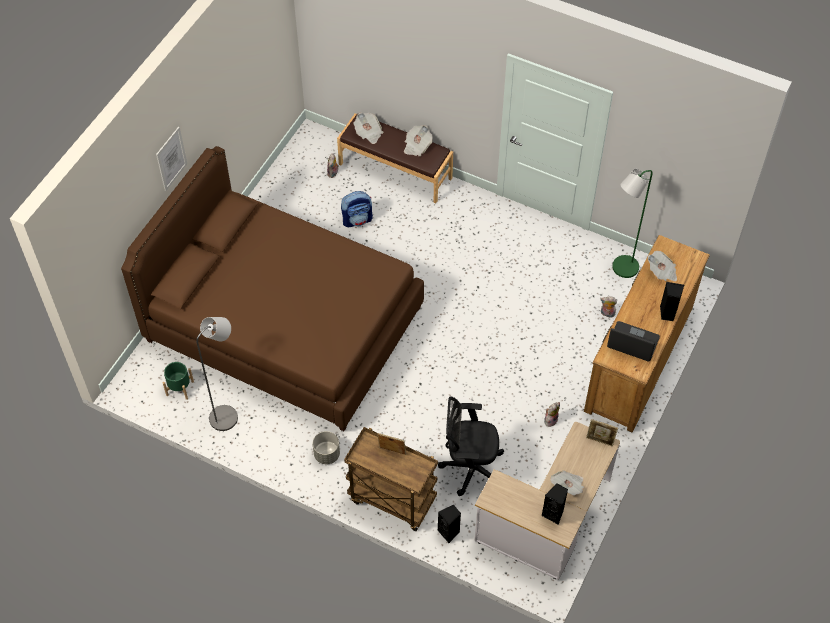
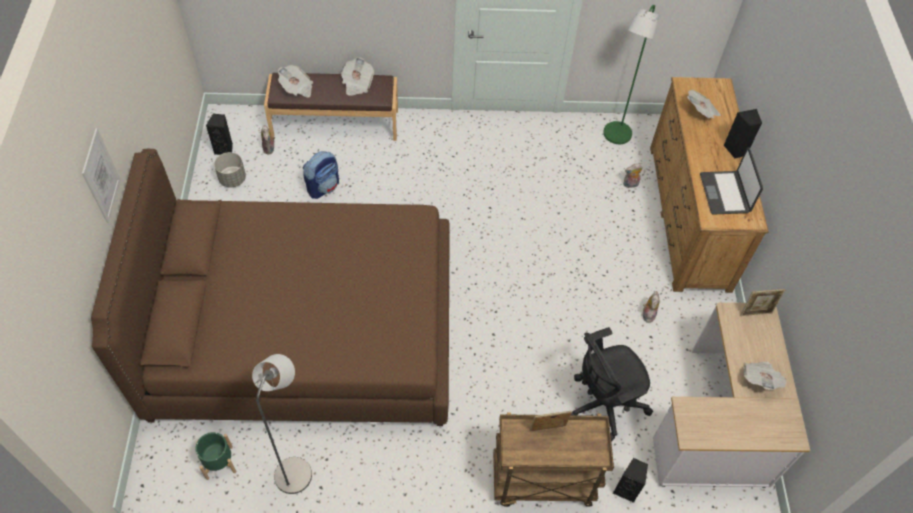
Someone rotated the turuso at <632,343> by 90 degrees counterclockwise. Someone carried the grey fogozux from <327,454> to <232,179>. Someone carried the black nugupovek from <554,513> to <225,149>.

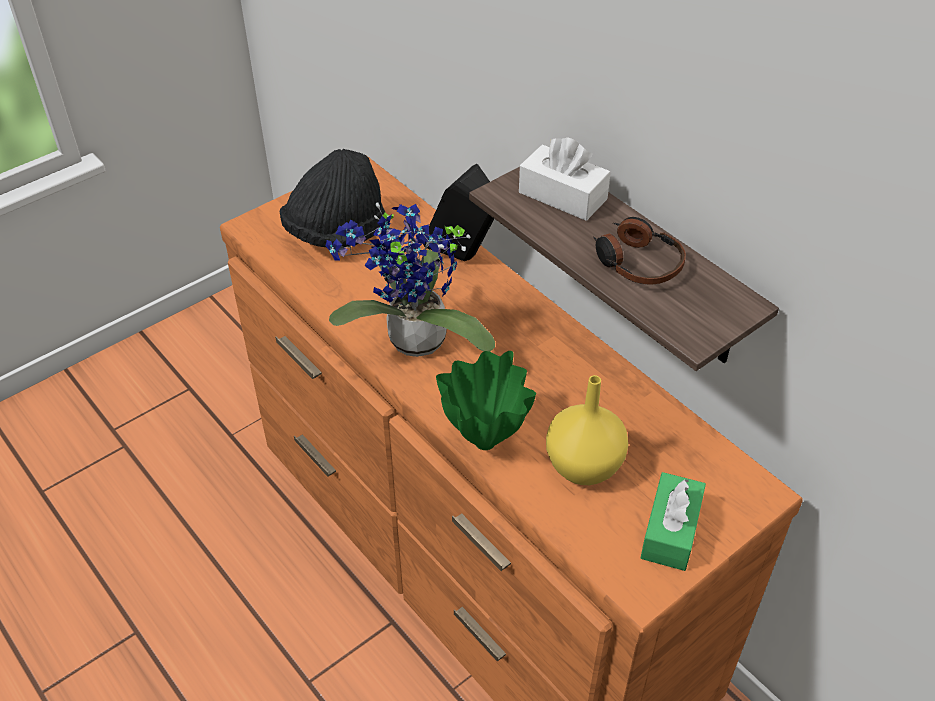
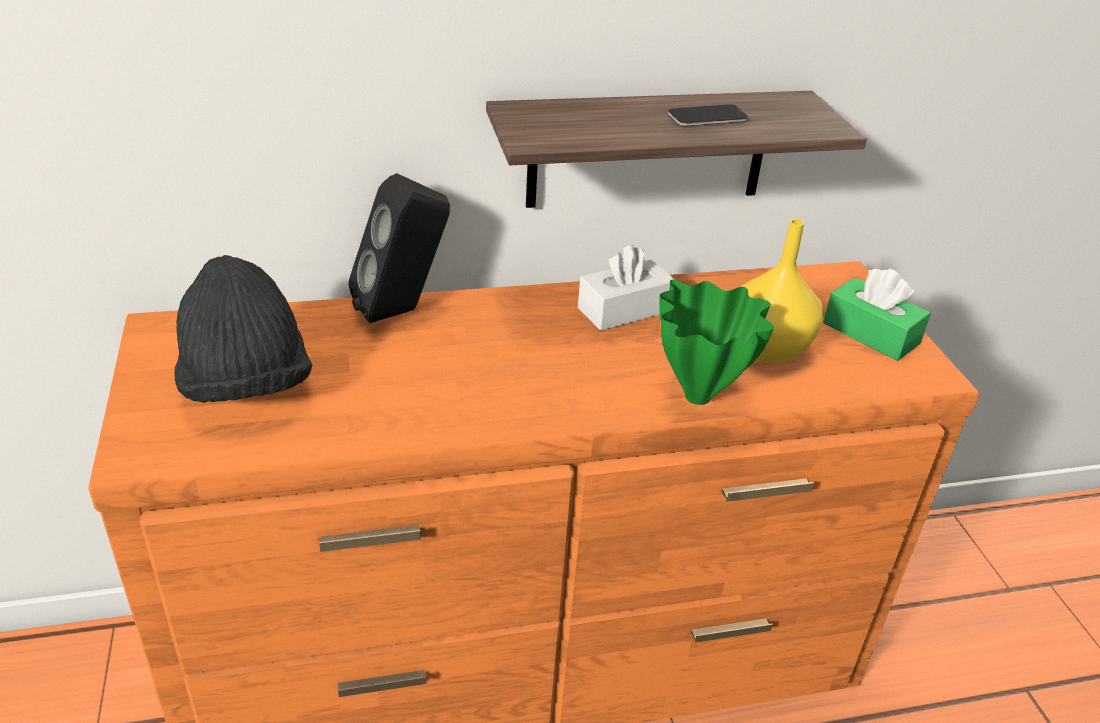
Someone carried the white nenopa from <562,196> to <624,309>. Someone took away the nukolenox at <412,344>. Someone swapped the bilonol at <637,262> for the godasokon at <707,117>.

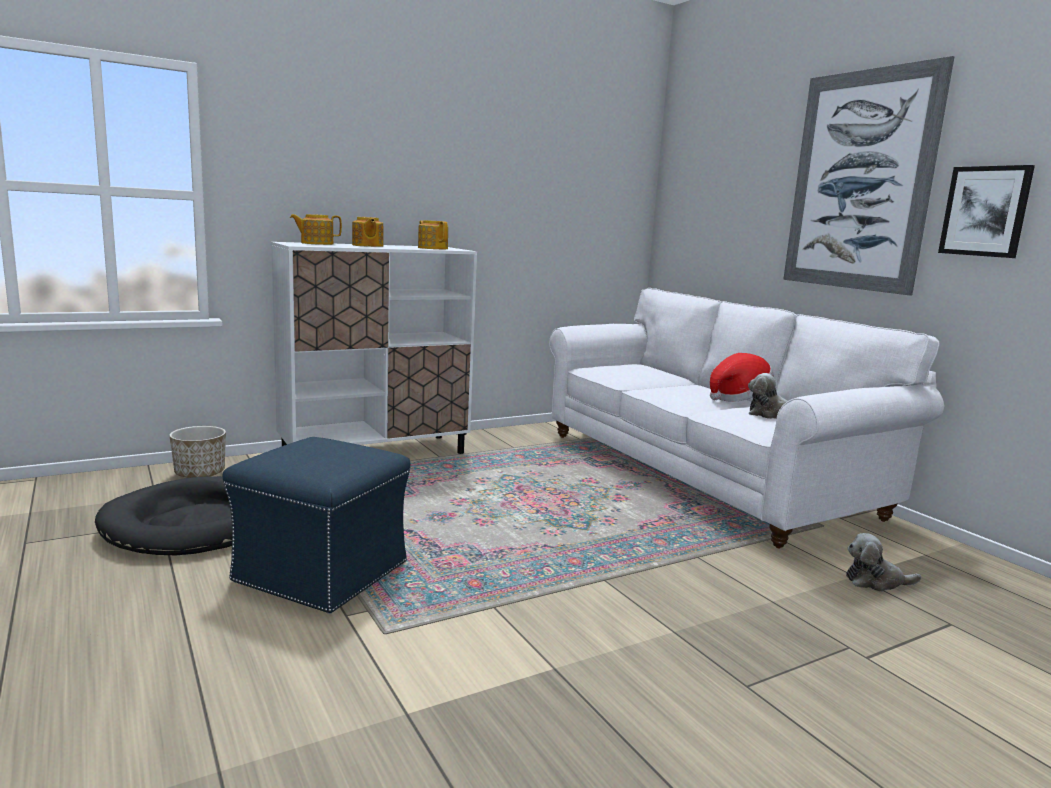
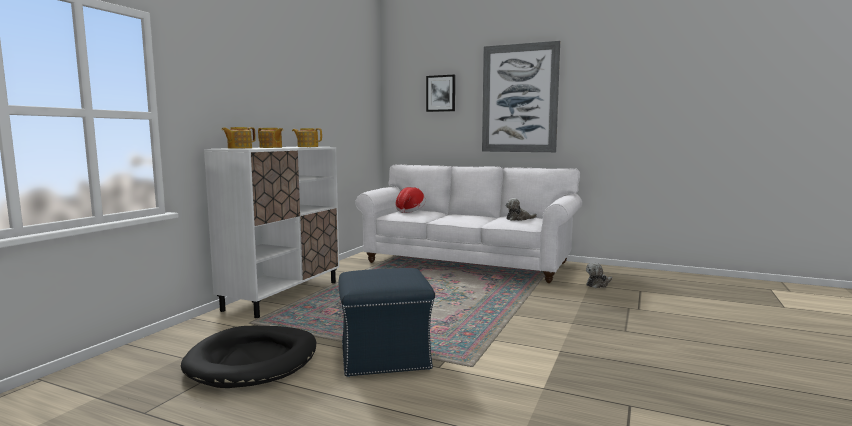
Someone carried the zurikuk from <985,211> to <441,93>. Someone carried the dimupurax from <738,398> to <409,211>. Someone took away the fogozux at <200,473>.

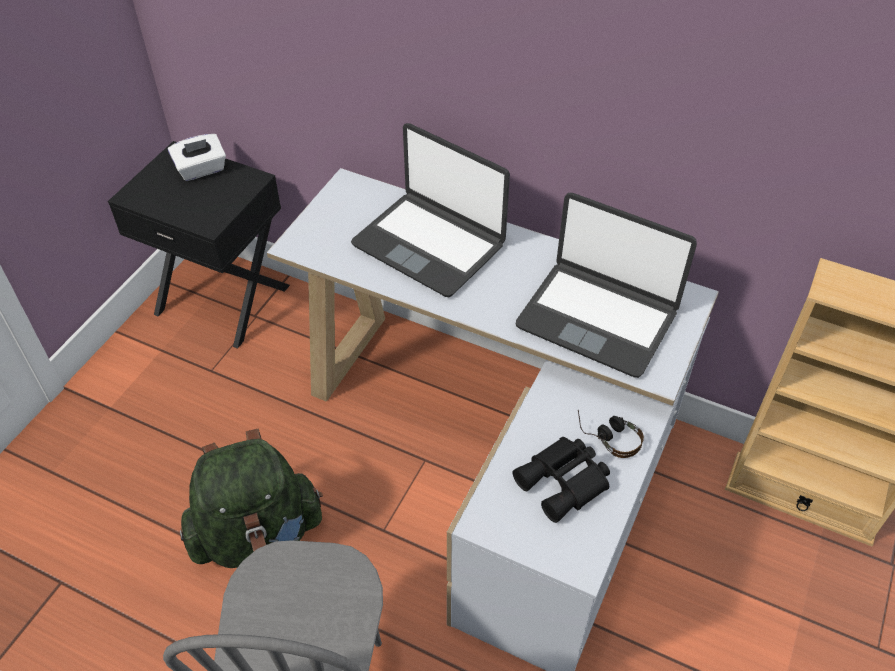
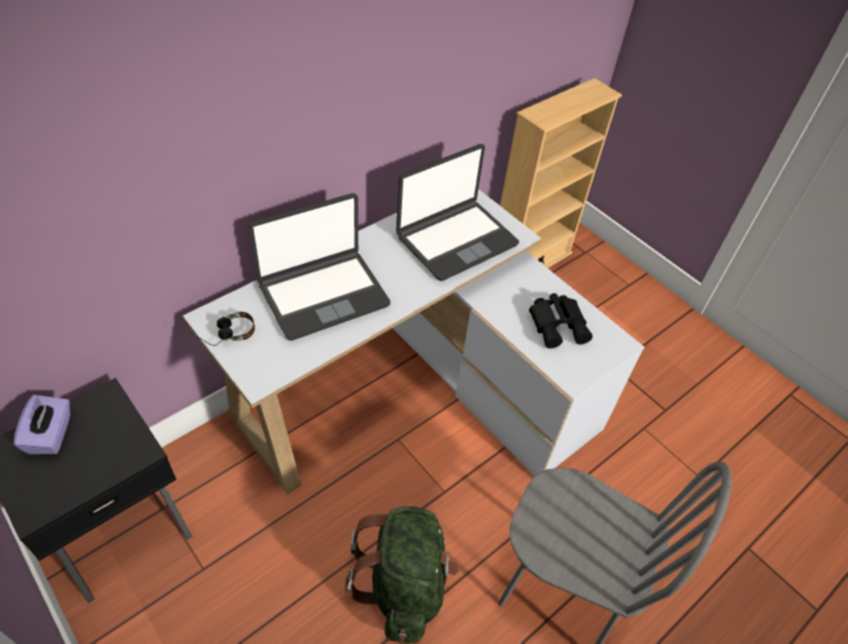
Someone repainted the white nenopa at <201,170>, which became the purple nenopa at <51,435>. Someone carried the bilonol from <608,435> to <227,334>.

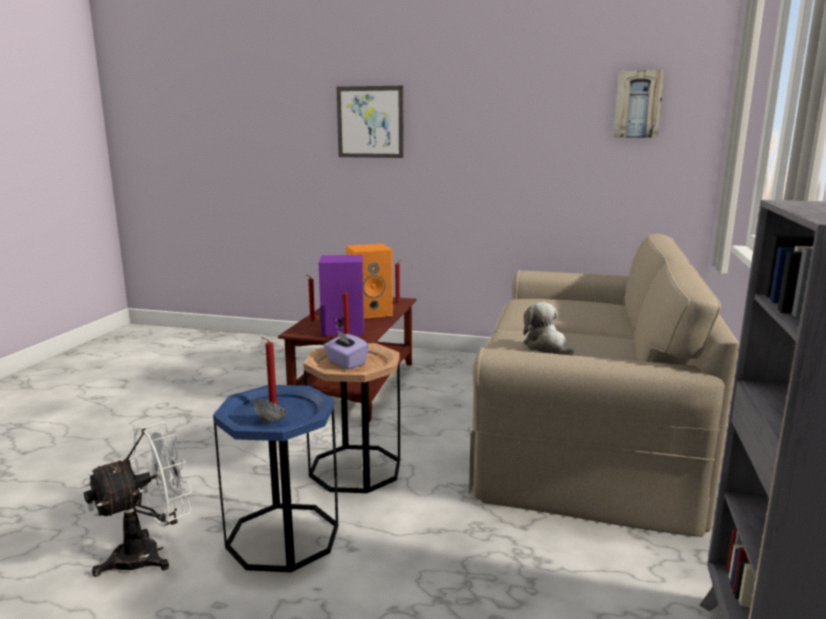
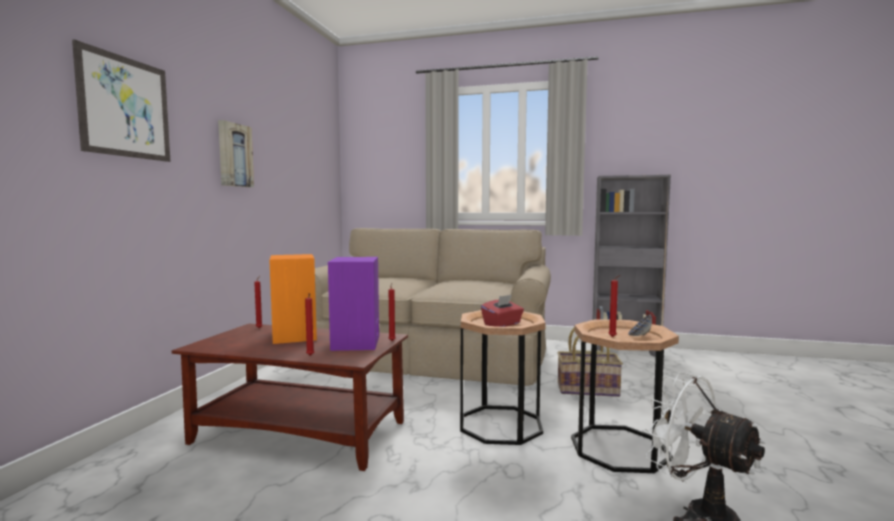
Someone carried the zurikuk from <638,104> to <234,155>. Someone took away the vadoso at <547,347>. Someone repainted the purple nenopa at <346,363>, which became the red nenopa at <502,324>. Someone repainted the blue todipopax at <283,536>, which became the brown todipopax at <619,448>. Someone put down the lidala at <588,389>.

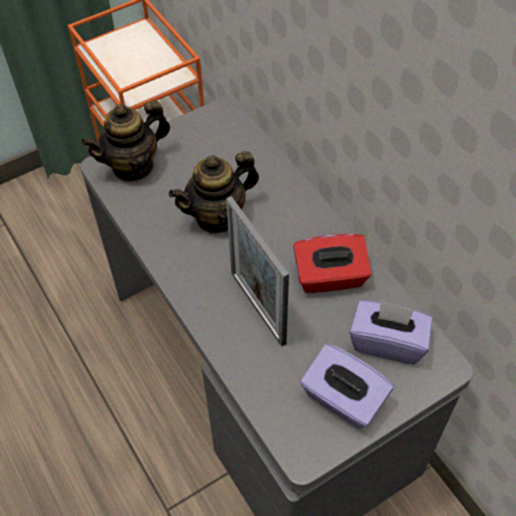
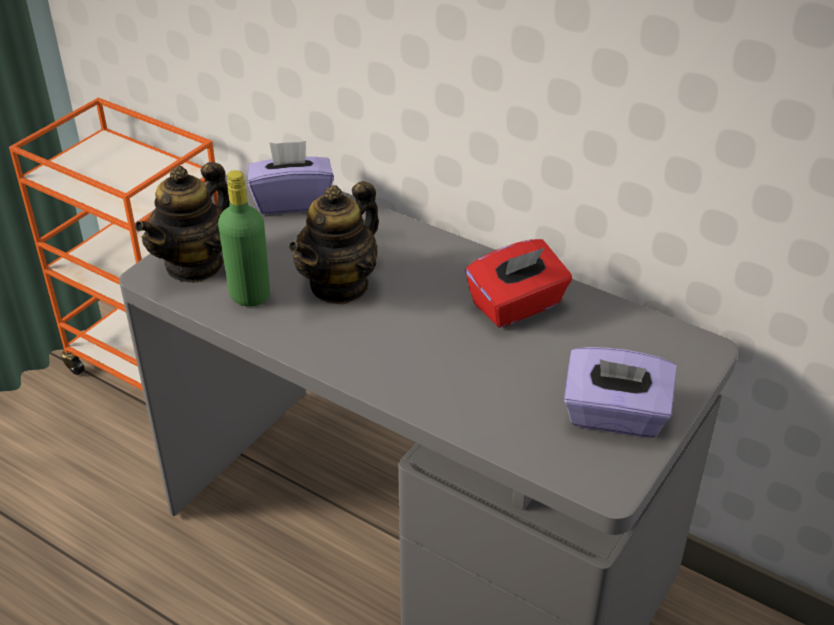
Someone took away the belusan at <257,307>. Someone carried the purple nenopa from <387,342> to <292,201>. Someone put down the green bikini at <250,295>.

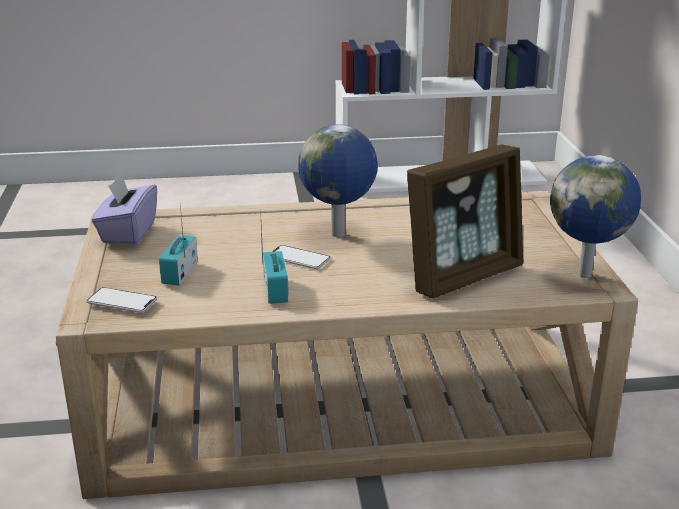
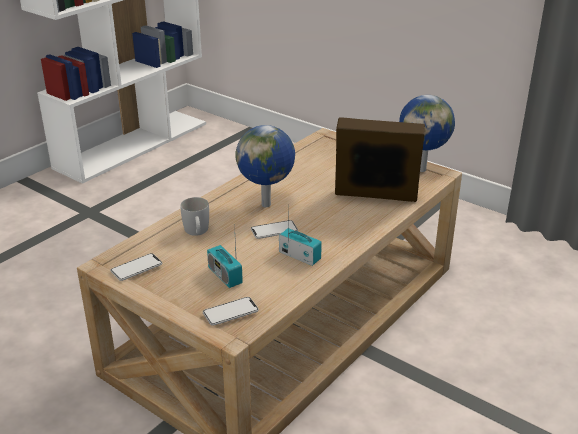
Someone rotated the belusan at <464,276> by 90 degrees counterclockwise. Someone swapped the purple nenopa at <128,232> for the godasokon at <136,268>. Someone put down the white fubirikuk at <197,232>.

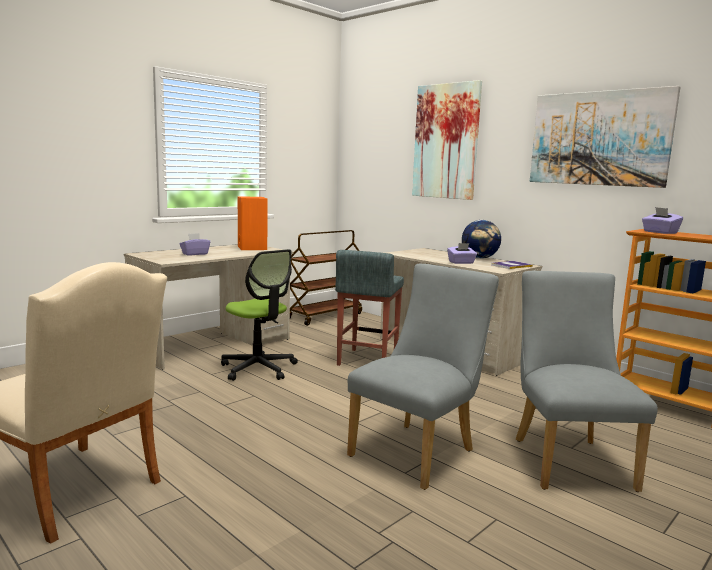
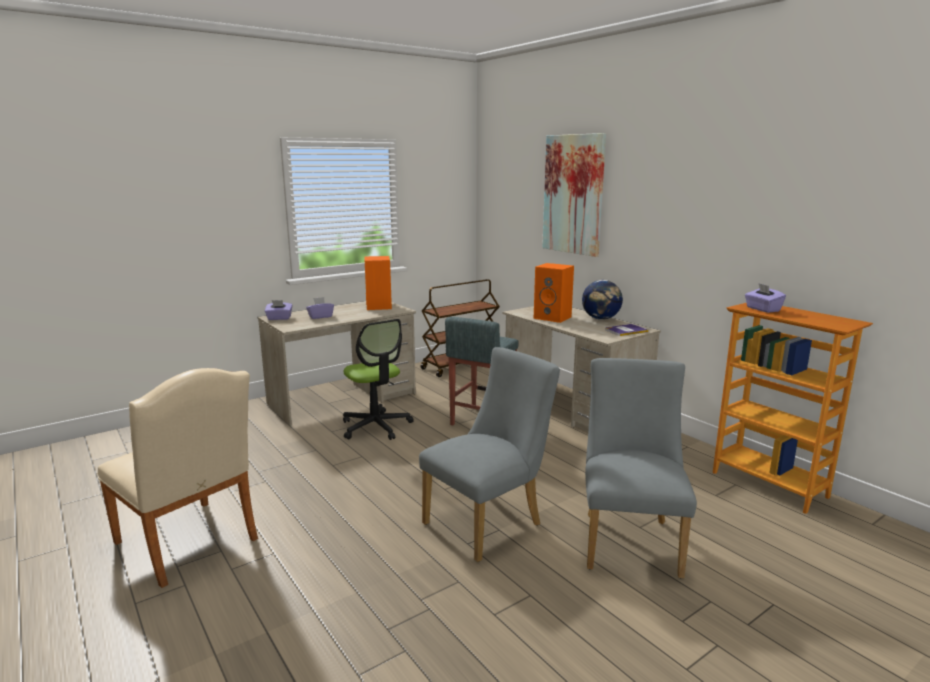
Someone took away the zurikuk at <598,138>. Someone carried the purple nenopa from <461,262> to <279,318>. Someone put down the orange nugupovek at <553,317>.

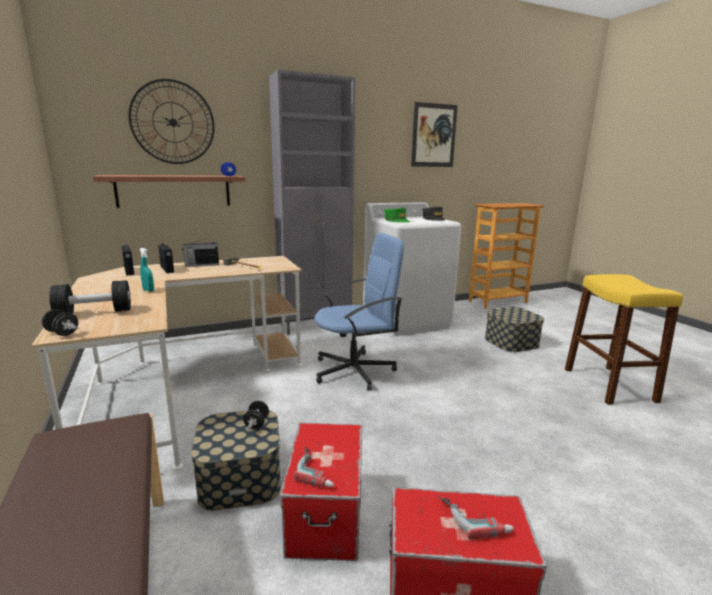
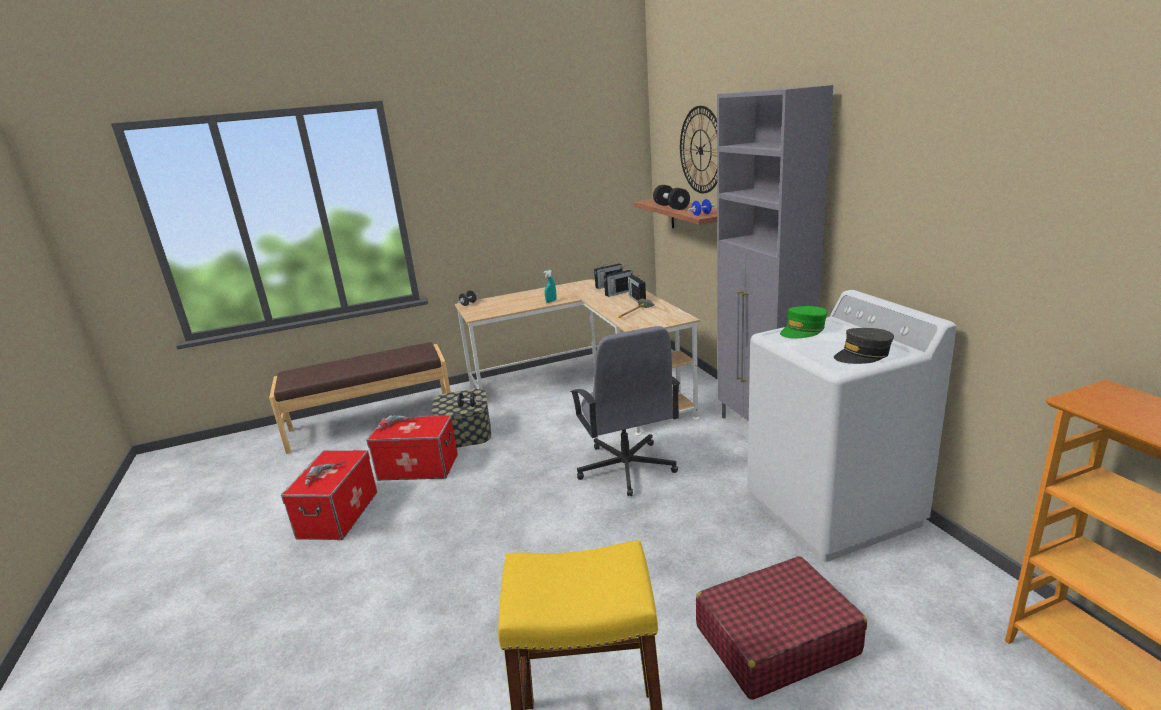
Someone took away the zurikuk at <433,135>. Someone repainted the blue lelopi at <355,371>, which became the grey lelopi at <626,468>. Someone carried the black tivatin from <95,313> to <671,207>. Someone swapped the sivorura at <511,342> for the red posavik at <775,640>.

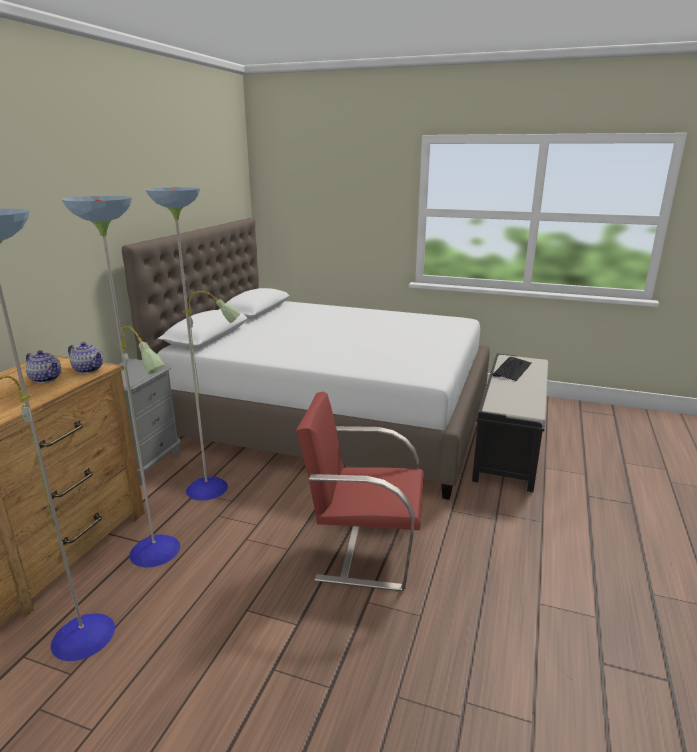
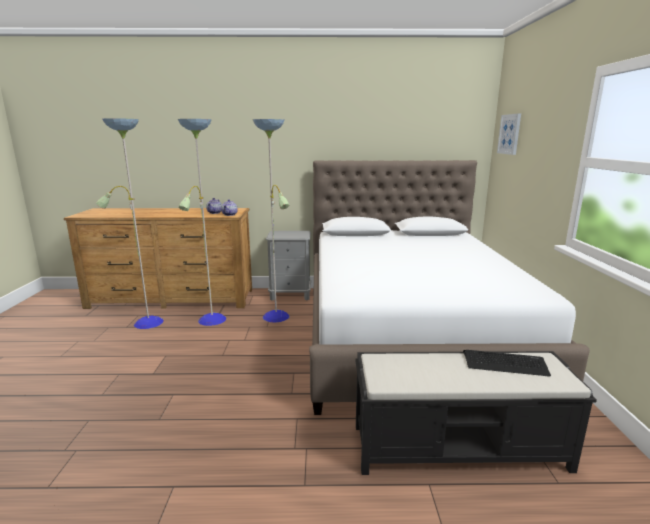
Someone took away the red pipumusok at <363,550>. Someone put up the zurikuk at <509,134>.

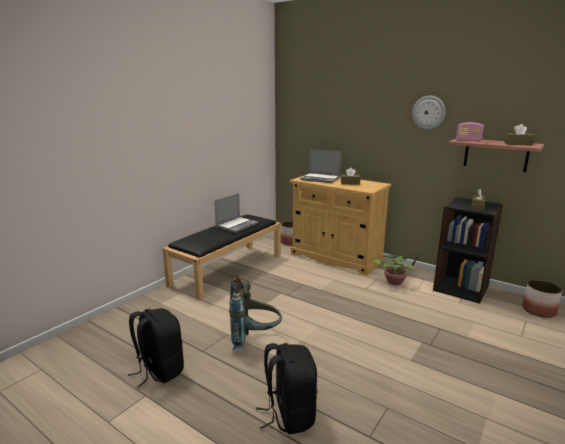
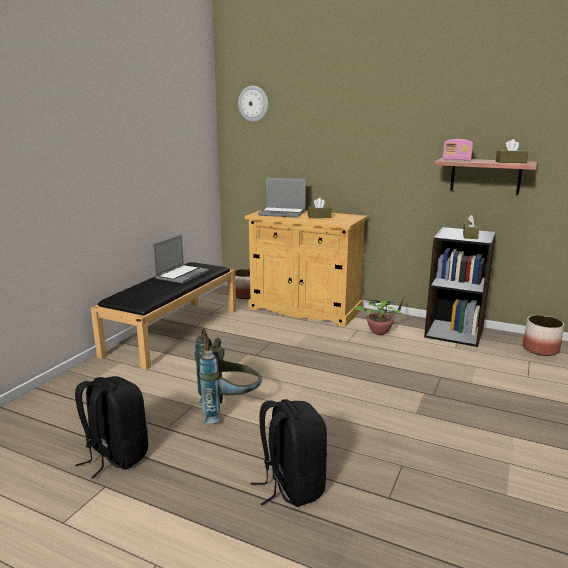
Someone carried the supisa from <428,112> to <253,103>.

